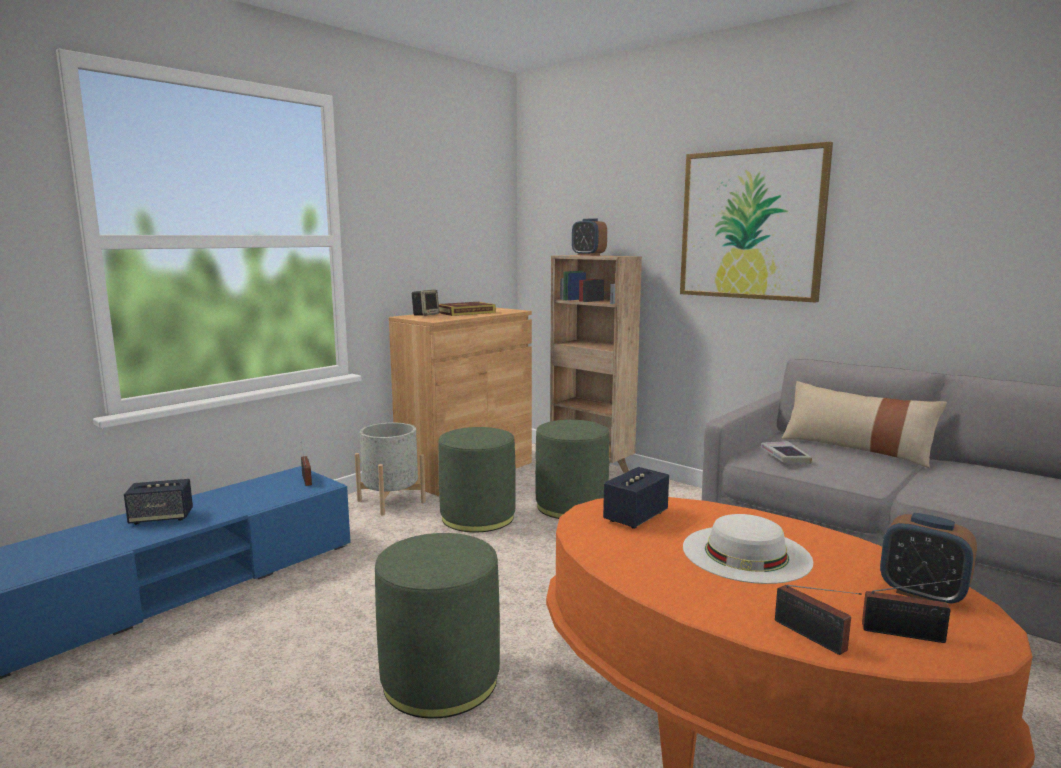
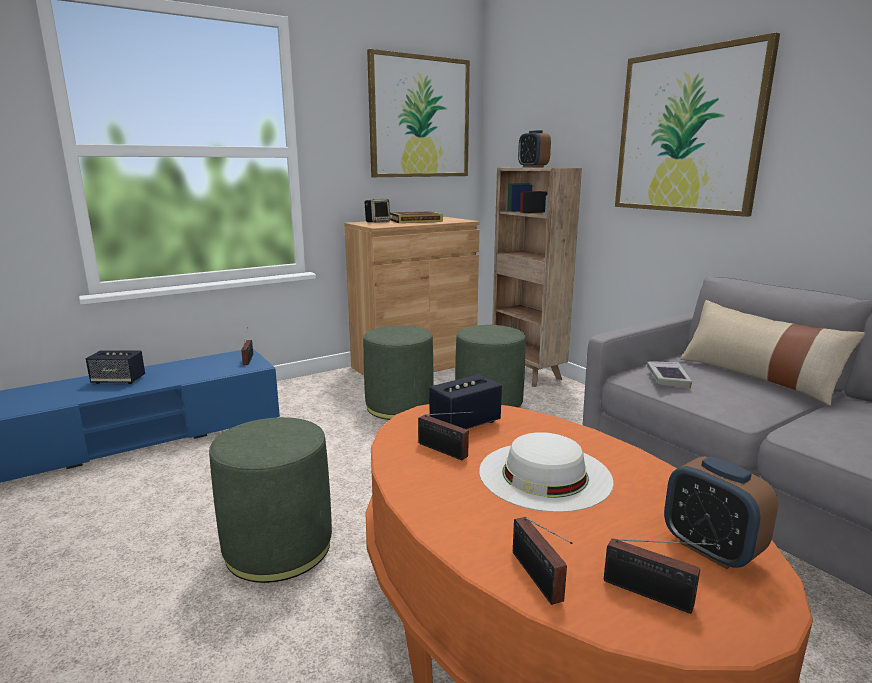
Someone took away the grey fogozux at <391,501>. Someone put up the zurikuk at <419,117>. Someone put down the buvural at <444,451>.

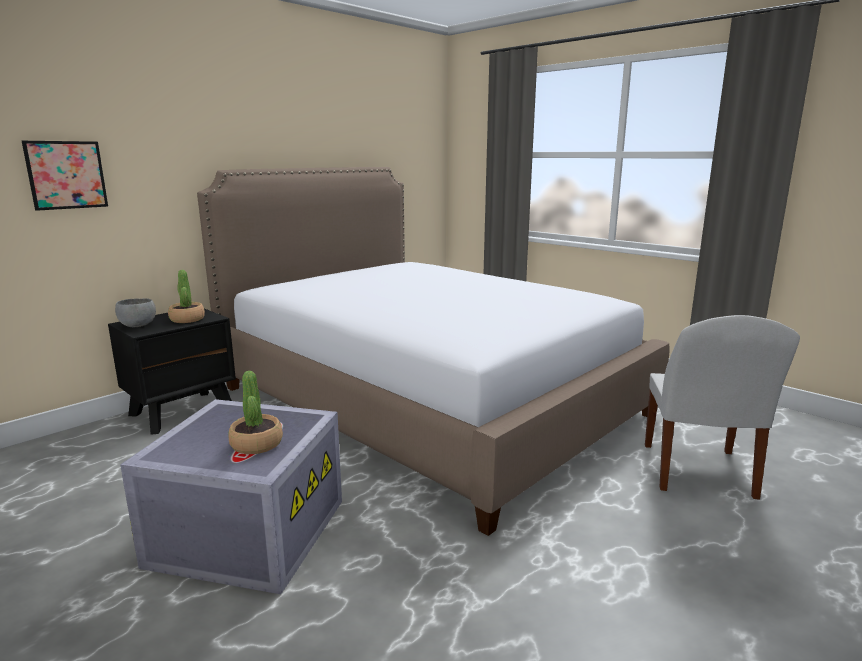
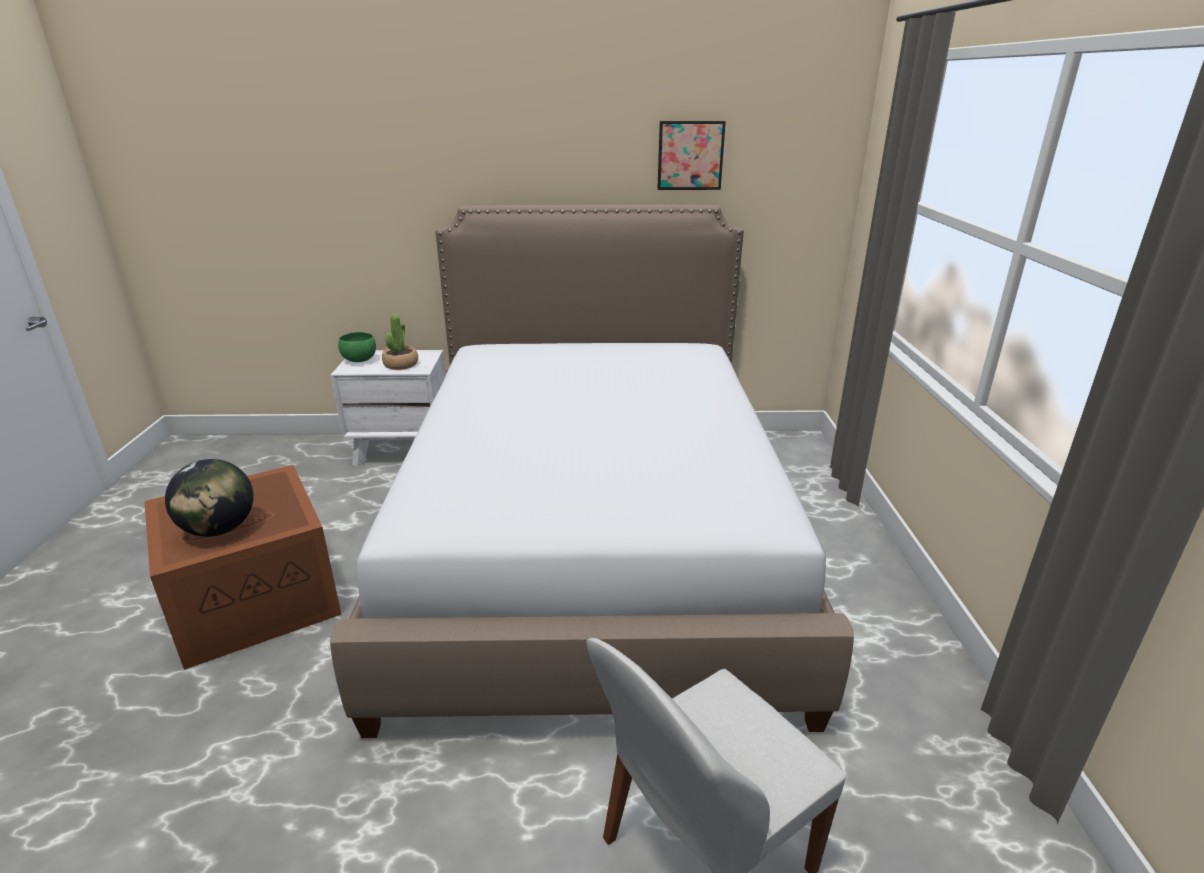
Someone carried the zurikuk from <66,175> to <690,155>. Someone repainted the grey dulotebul at <137,326>, which became the green dulotebul at <359,360>. Someone repainted the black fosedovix at <182,411>, which became the white fosedovix at <403,450>. Someone swapped the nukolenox at <257,444> for the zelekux at <219,529>. Someone repainted the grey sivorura at <248,530>, which became the brown sivorura at <257,597>.

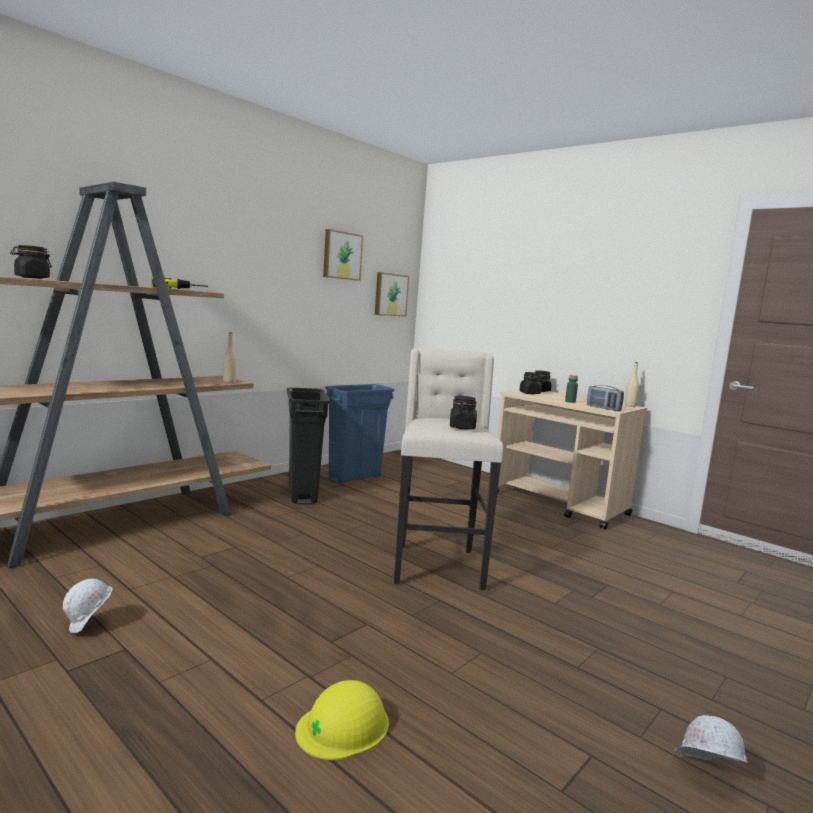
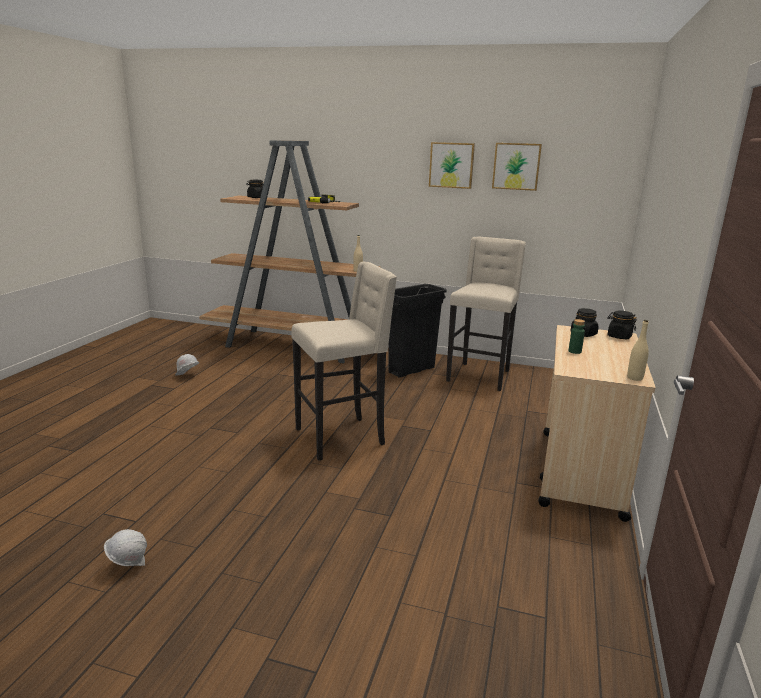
Someone carried the zurikuk from <390,294> to <451,165>. Someone swapped the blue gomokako at <355,477> for the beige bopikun at <480,376>. Someone took away the buvural at <603,408>. Someone took away the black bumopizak at <462,427>. Someone took away the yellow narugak at <343,726>.

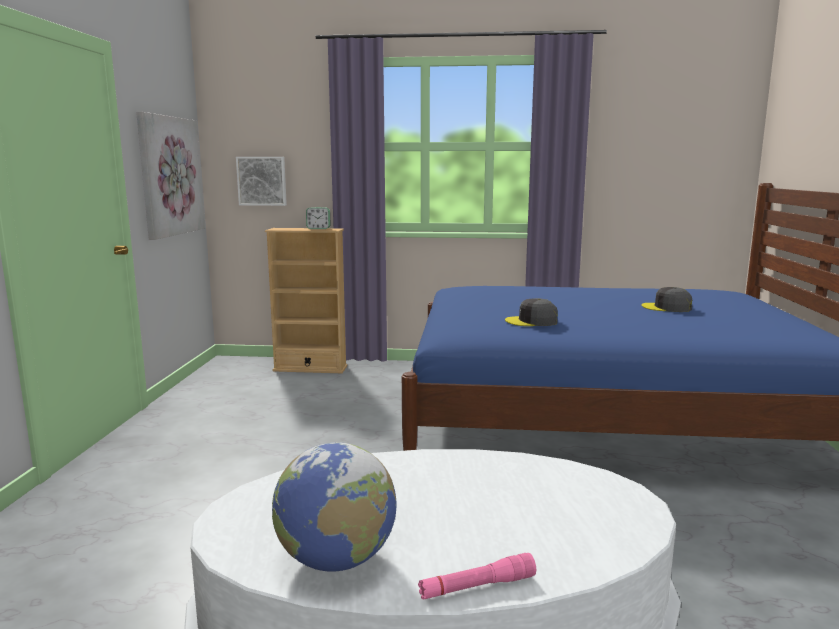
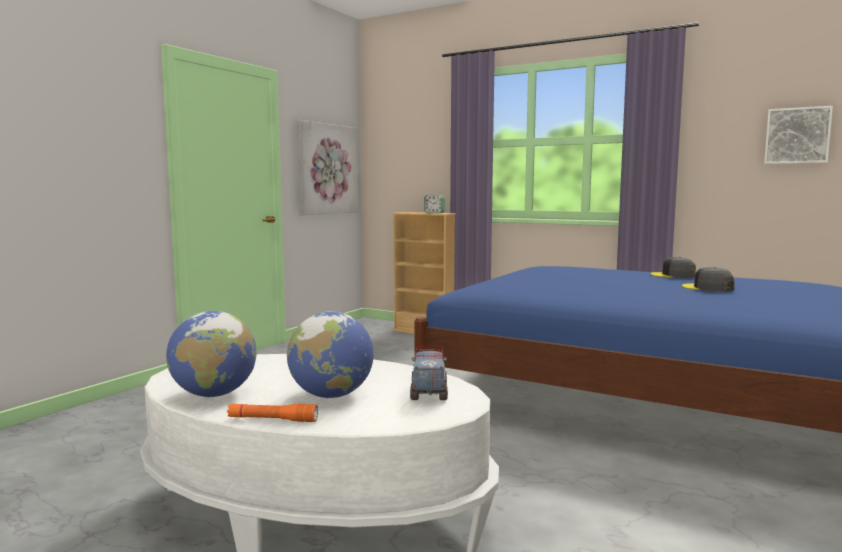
Someone carried the zurikuk from <262,181> to <797,135>. Someone carried the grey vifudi from <532,321> to <673,275>. Someone repainted the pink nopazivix at <477,587>, which became the orange nopazivix at <272,420>. Someone put down the zelekux at <331,395>. Someone put down the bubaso at <429,393>.

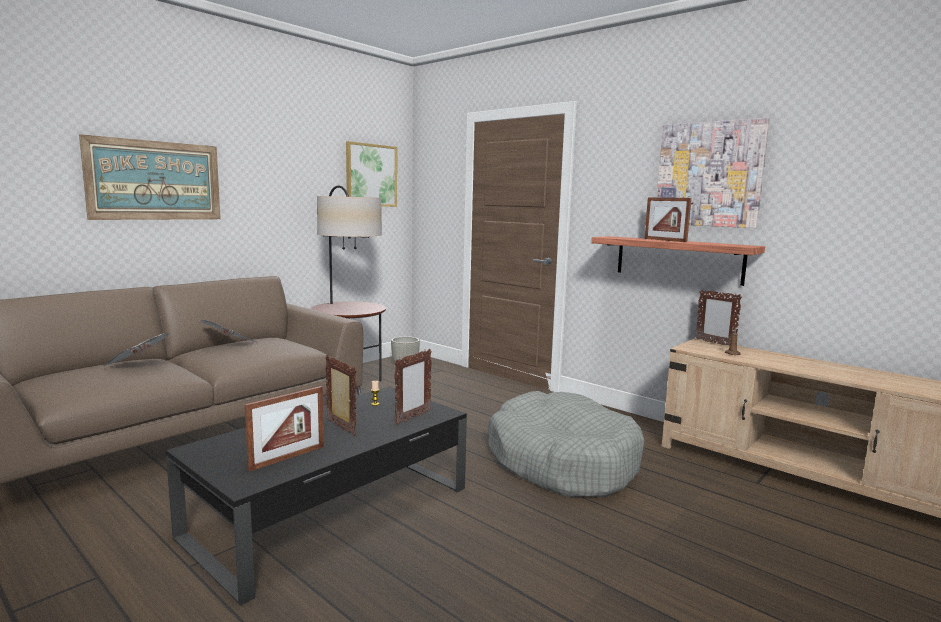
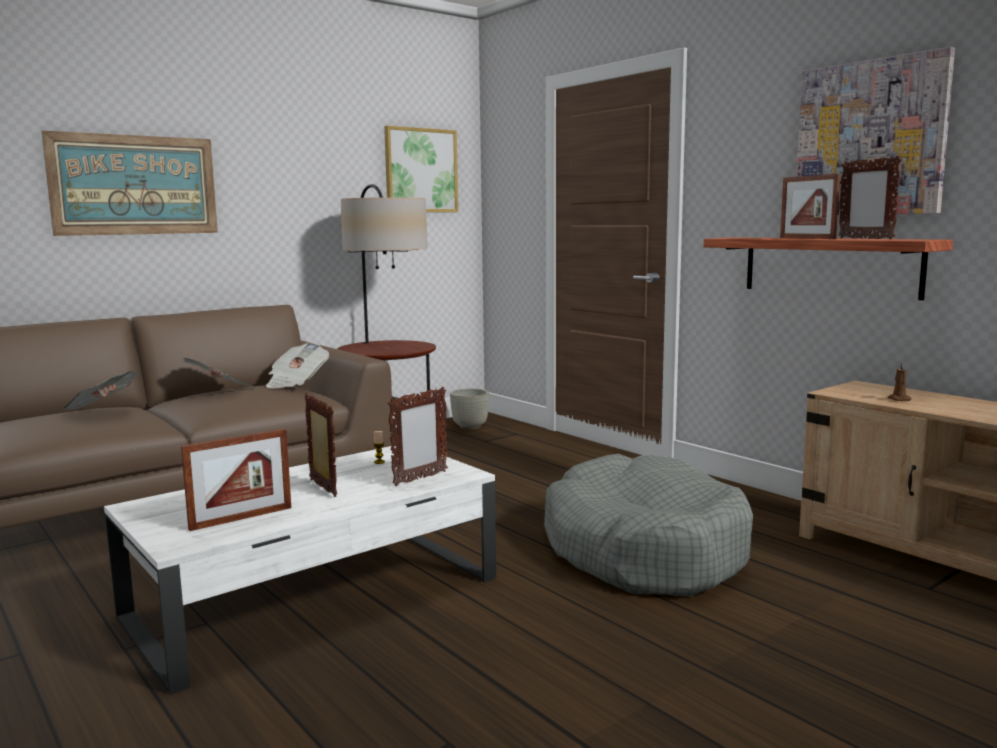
Someone carried the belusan from <714,343> to <865,239>. Someone repainted the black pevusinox at <333,511>, which became the white pevusinox at <317,596>. Someone put down the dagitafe at <296,383>.

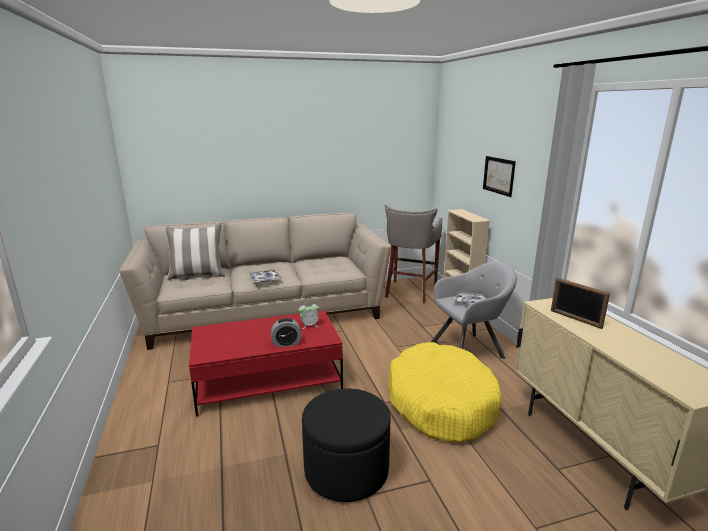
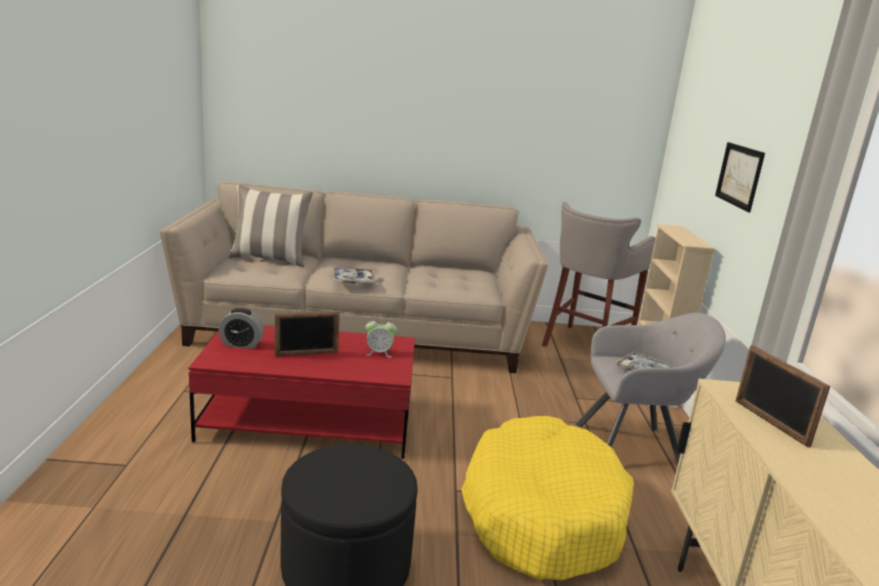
Someone carried the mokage from <286,343> to <241,344>. Someone put down the belusan at <306,354>.

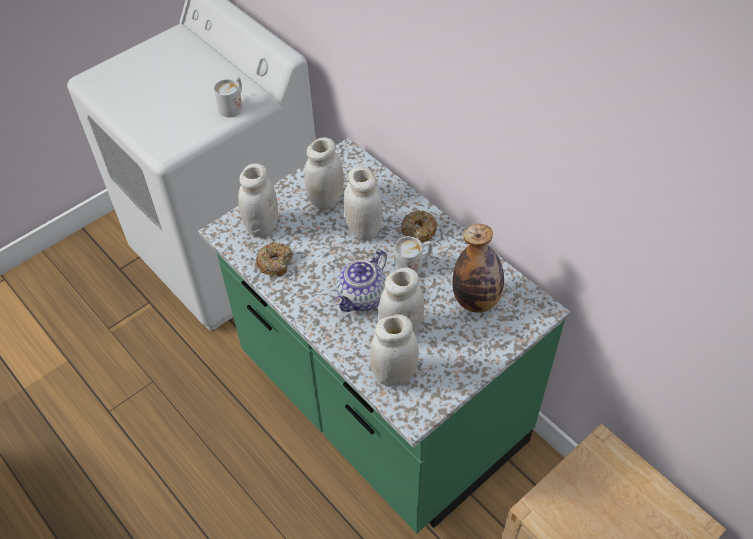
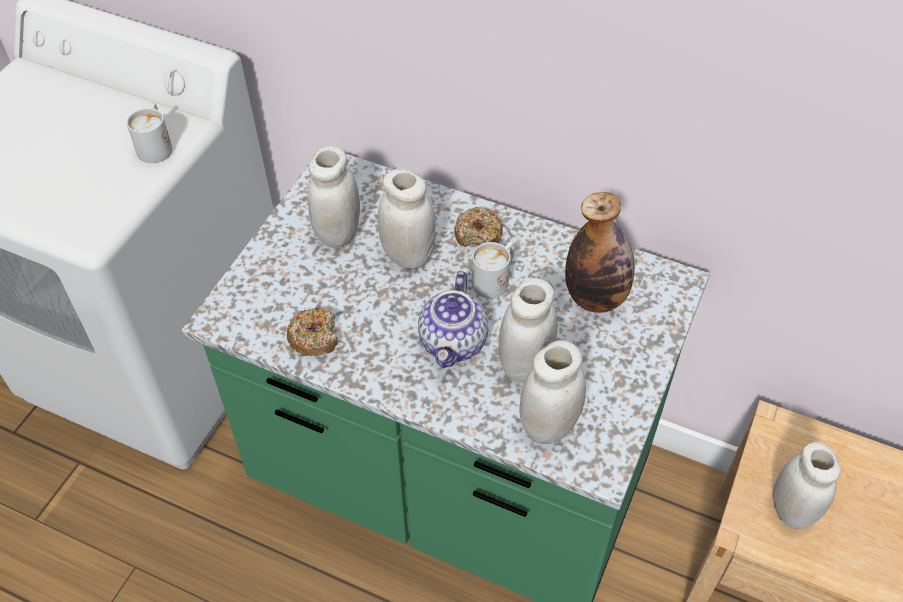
Someone carried the white bumopizak from <262,226> to <791,510>.

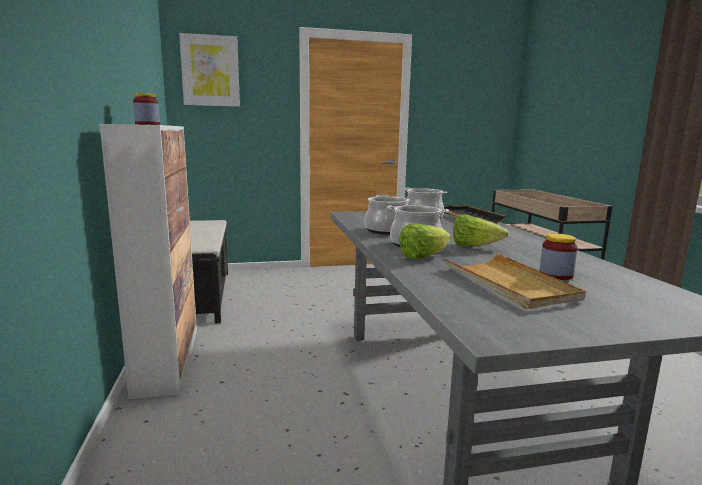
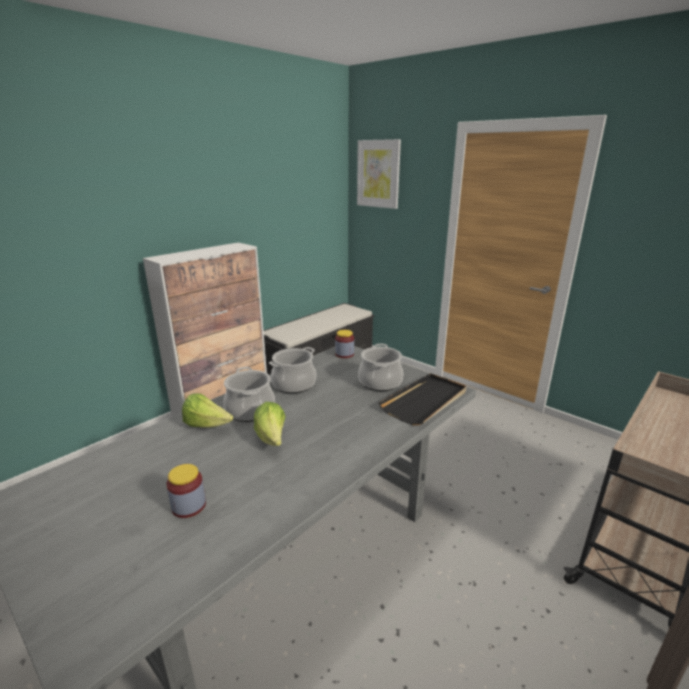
Someone carried the bumopizak from <147,124> to <344,354>. Someone took away the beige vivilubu at <508,284>.

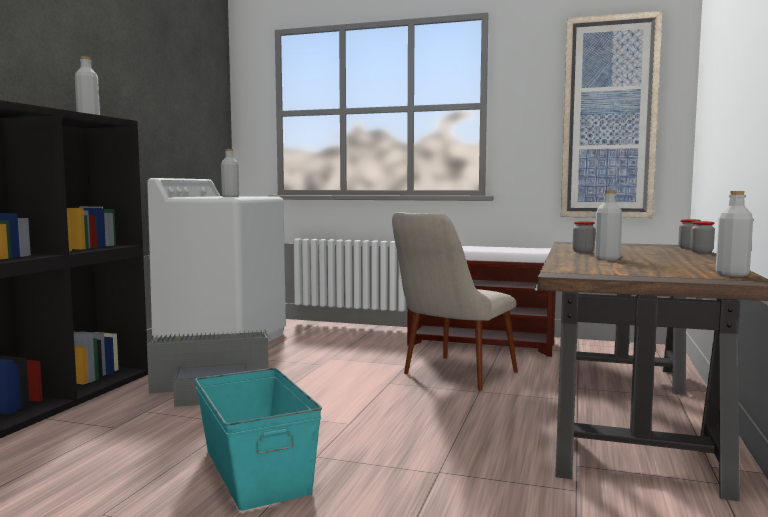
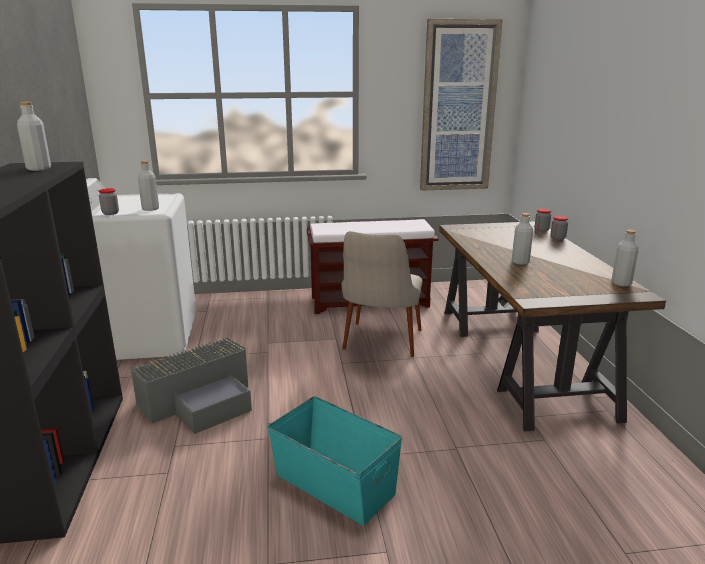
Someone carried the bumopizak from <583,252> to <110,213>.

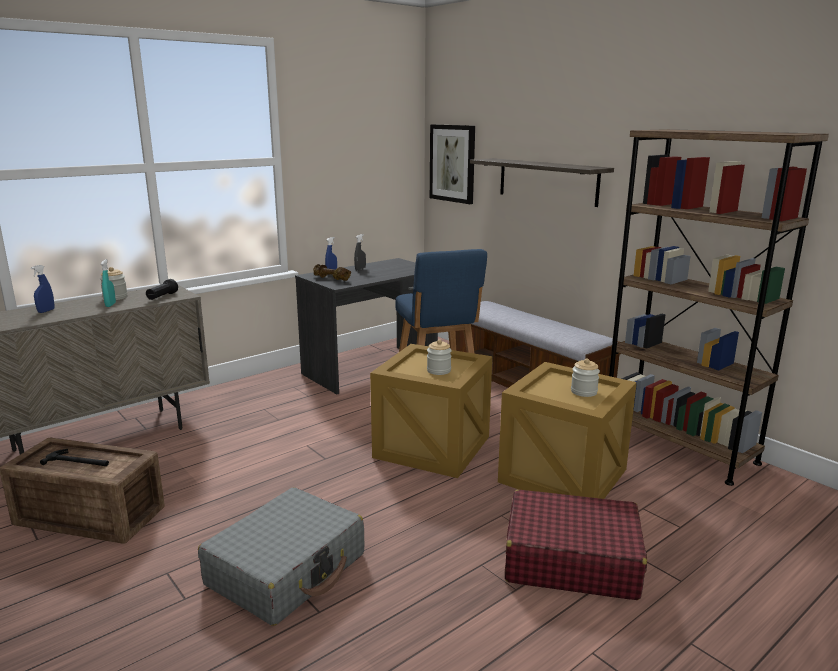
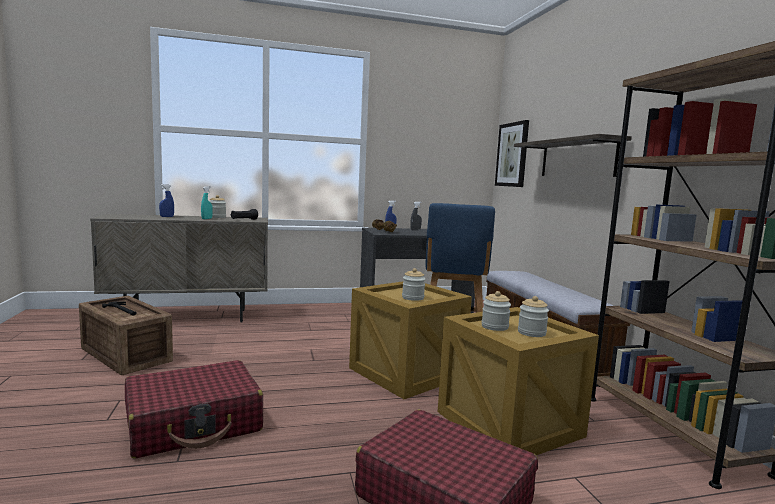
Someone repainted the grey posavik at <287,569>, which became the red posavik at <194,423>. Someone put down the bumopizak at <494,327>.

